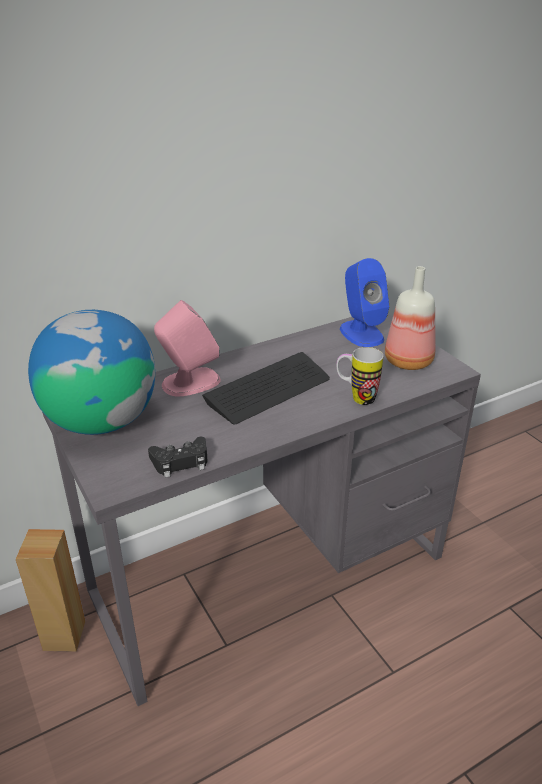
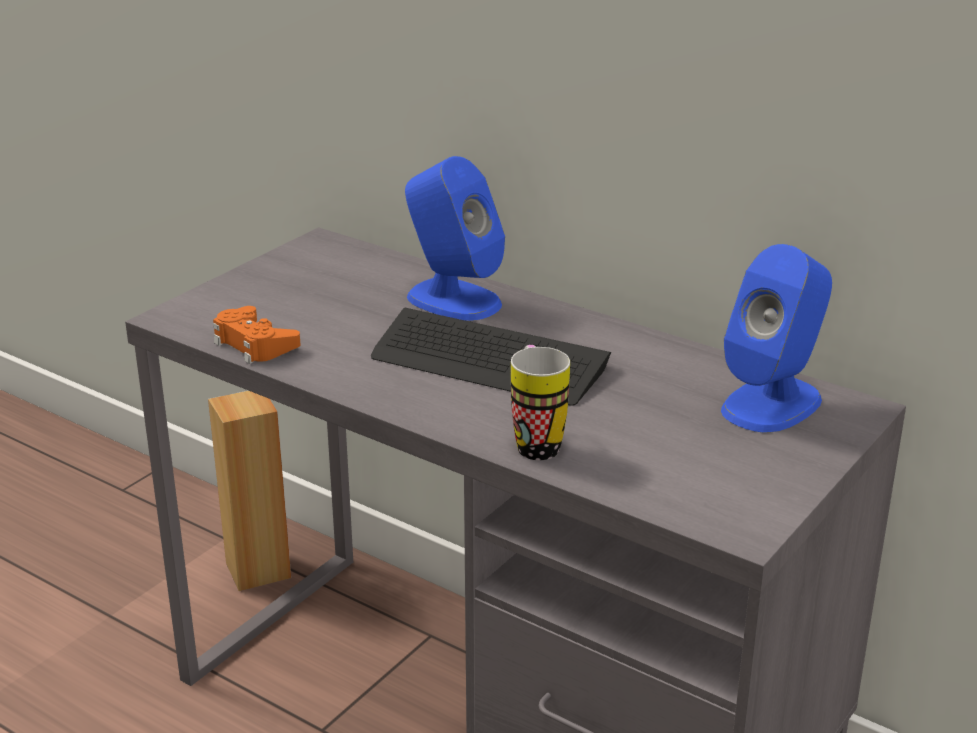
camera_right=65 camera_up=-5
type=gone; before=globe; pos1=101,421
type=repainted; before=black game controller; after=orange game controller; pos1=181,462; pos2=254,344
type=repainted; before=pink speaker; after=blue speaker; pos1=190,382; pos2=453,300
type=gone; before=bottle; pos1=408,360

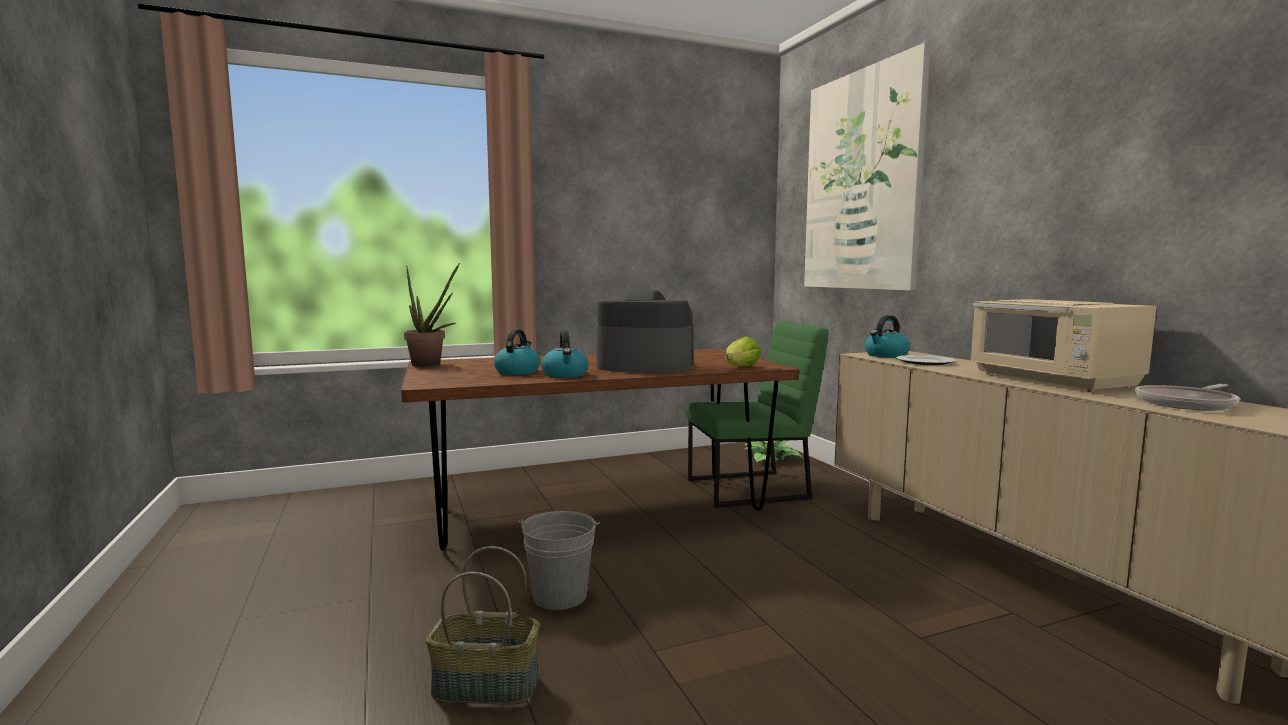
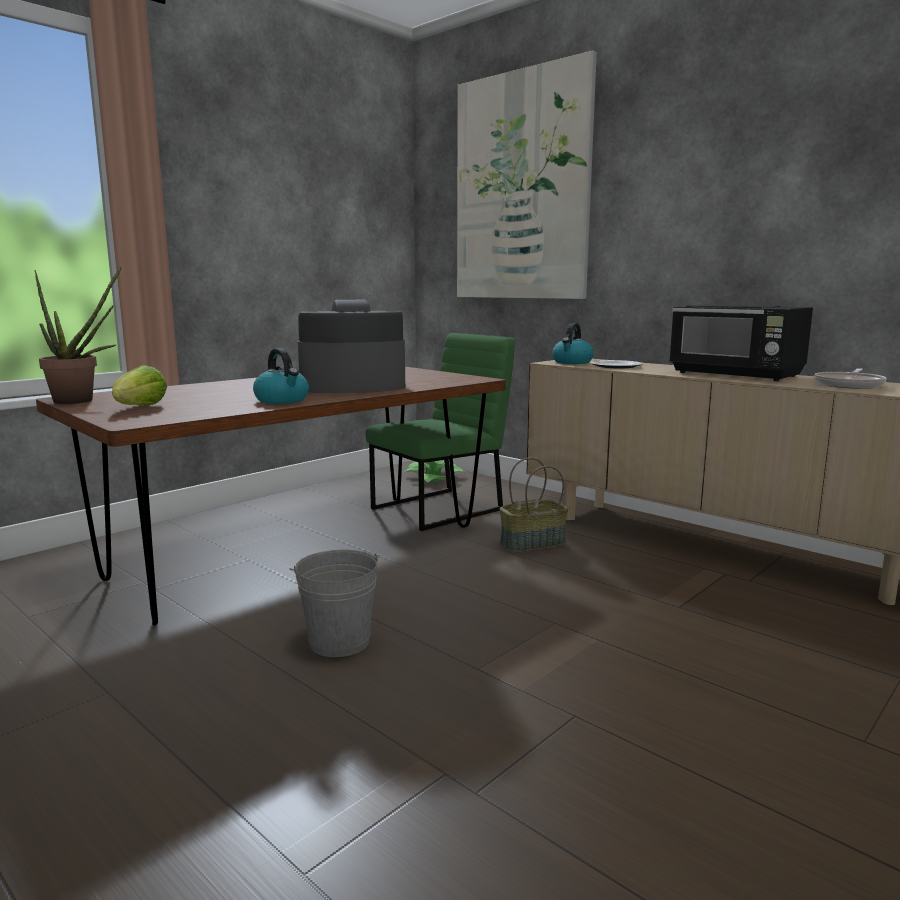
camera_right=-25 camera_up=5
type=shifted; before=basket; pos1=484,687; pos2=532,544
type=gone; before=kettle; pos1=517,372
type=shifted; before=lettuce; pos1=741,368; pos2=139,408
type=repainted; before=beige microwave; after=black microwave; pos1=1053,381; pos2=736,375

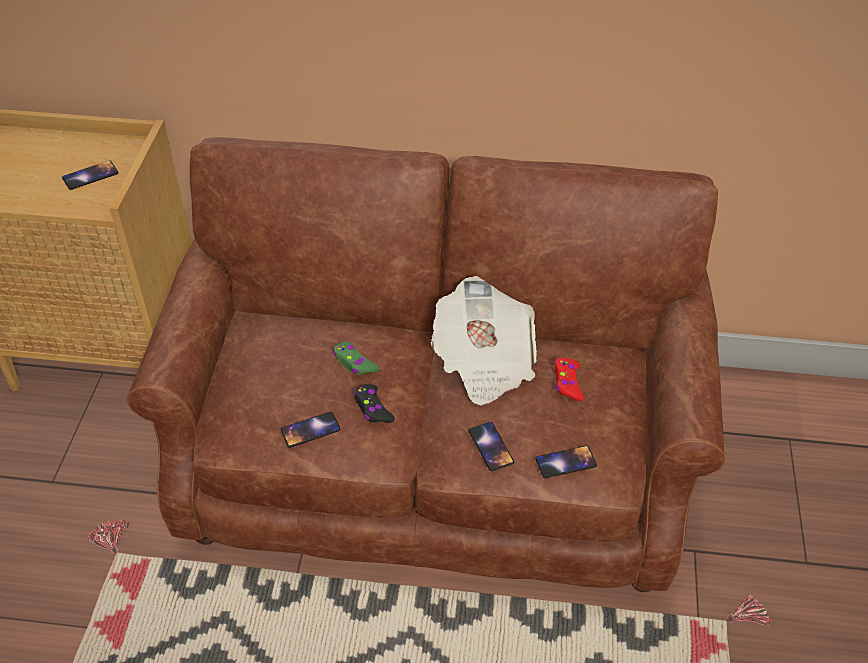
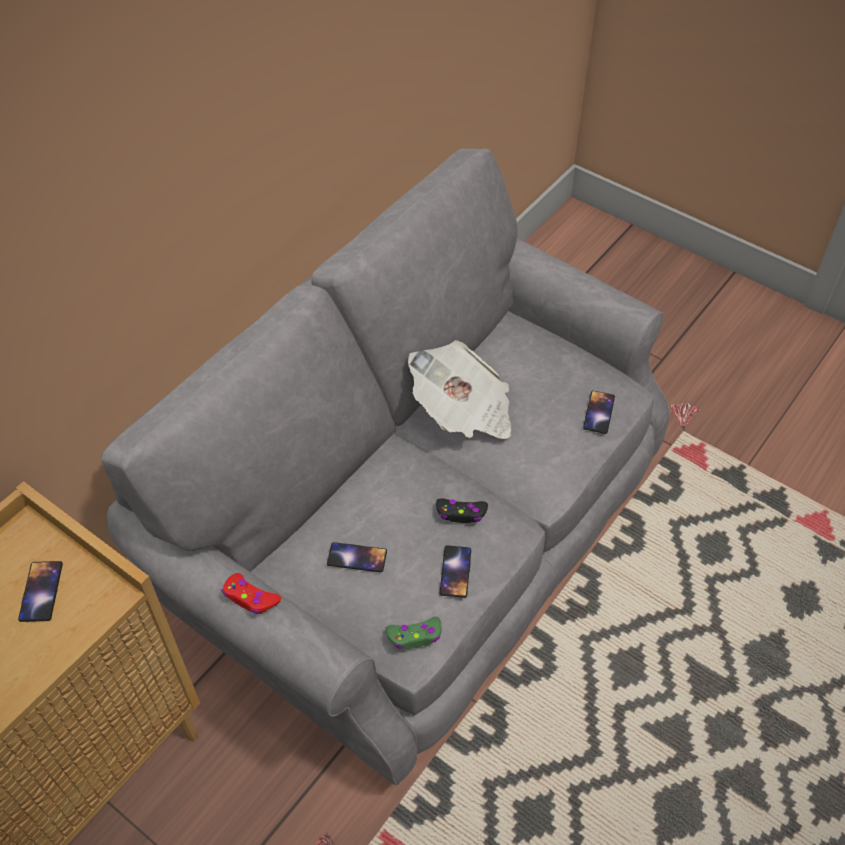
camera_right=-60 camera_up=5
type=repainted; before=brown sofa; after=grey sofa; pos1=434,457; pos2=420,536
type=shifted; before=green game controller; pos1=354,363; pos2=415,636
type=shifted; before=phone; pos1=491,446; pos2=357,557
type=shifted; before=red game controller; pos1=567,383; pos2=250,598

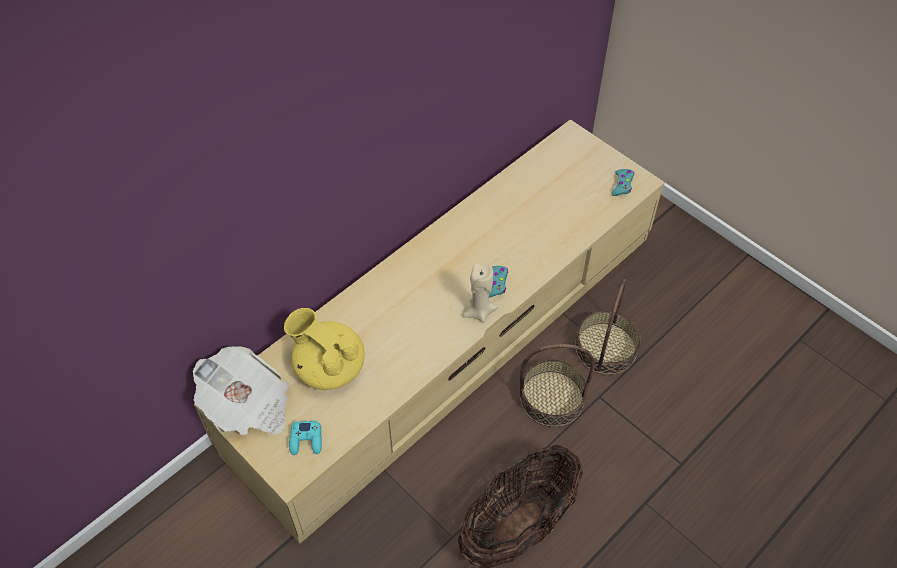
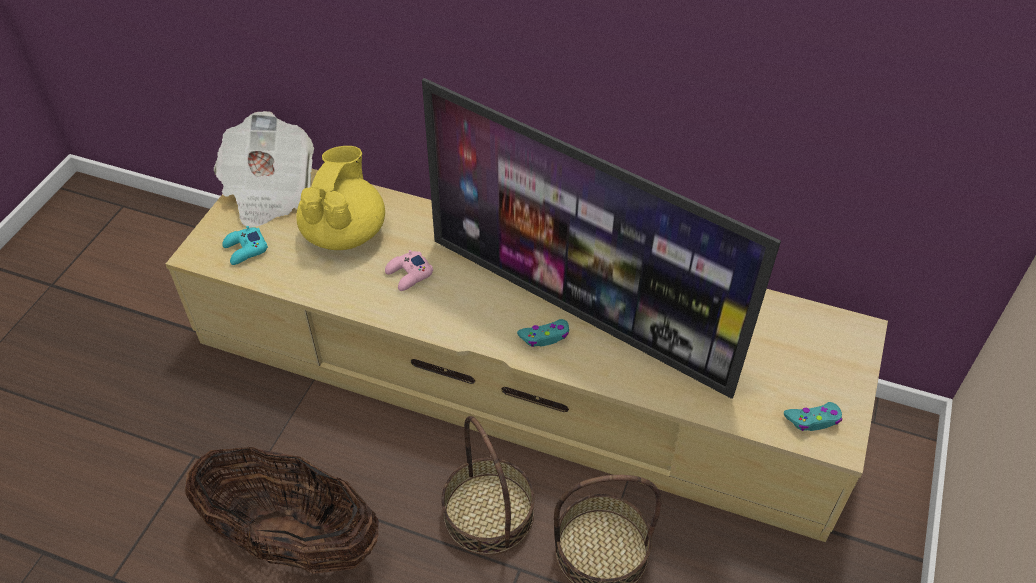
camera_right=65 camera_up=-5
type=gone; before=beige candle; pos1=479,312
type=new; after=pink game controller; pos2=409,274
type=new; after=television; pos2=579,311

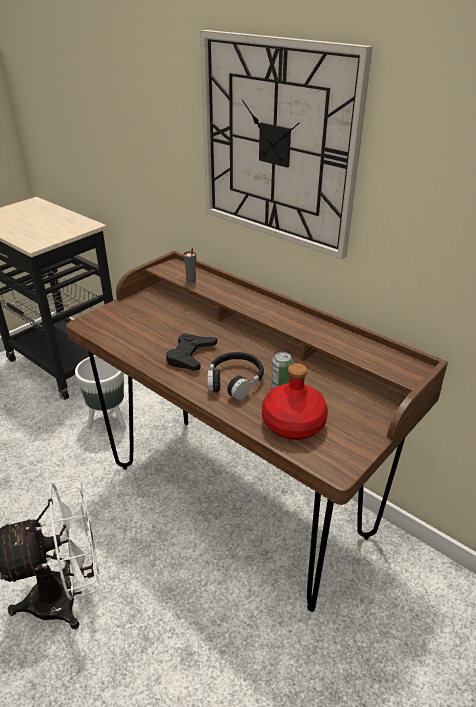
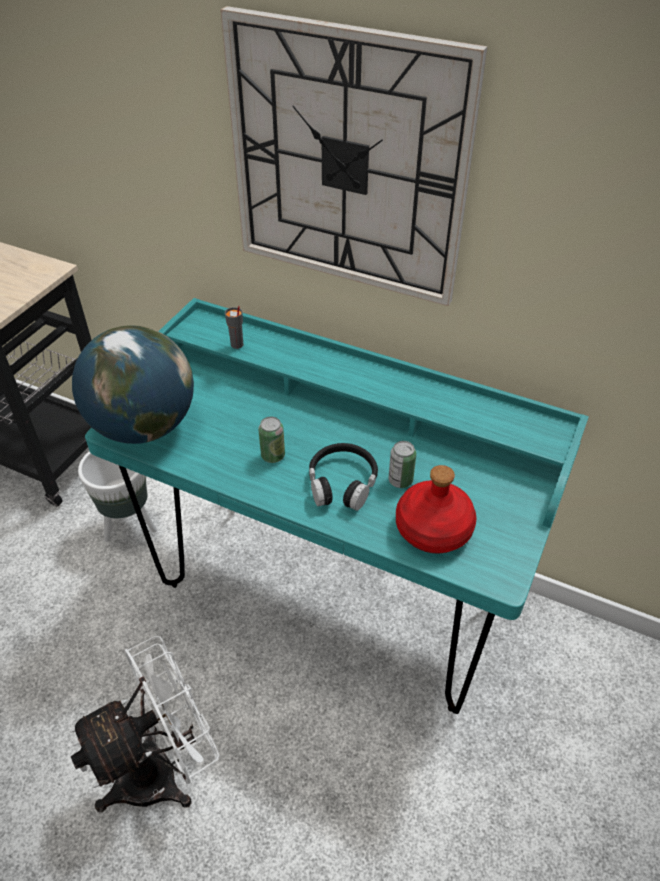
camera_right=-15 camera_up=10
type=repainted; before=brown desk; after=turquoise desk; pos1=239,499; pos2=330,595
type=swapped; before=black game controller; after=can; pos1=190,356; pos2=273,456
type=new; after=globe; pos2=144,427

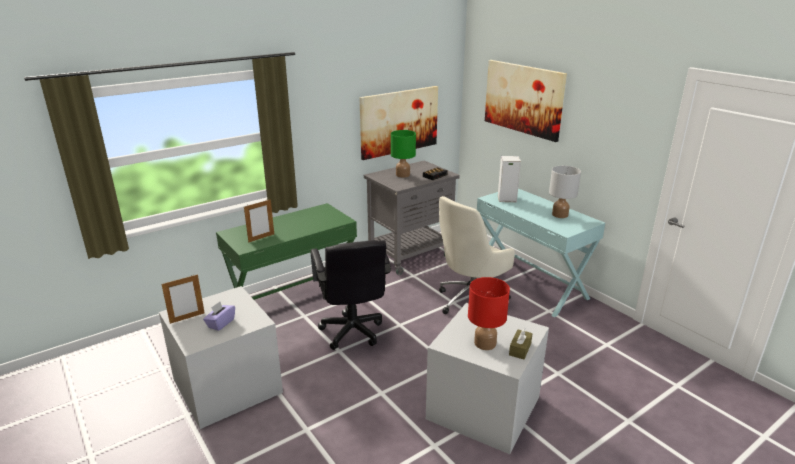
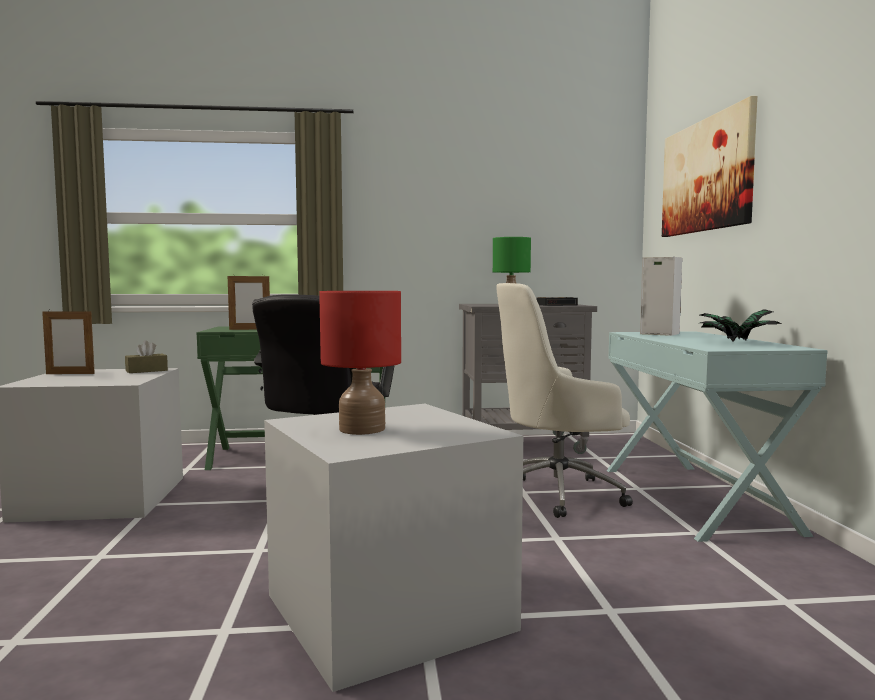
camera_right=30 camera_up=-20
type=gone; before=purple tissue box; pos1=220,323
type=gone; before=picture; pos1=399,121
type=shifted; before=brown tissue box; pos1=520,349; pos2=146,371
type=swapped; before=grey table lamp; after=potted plant; pos1=560,215; pos2=736,342

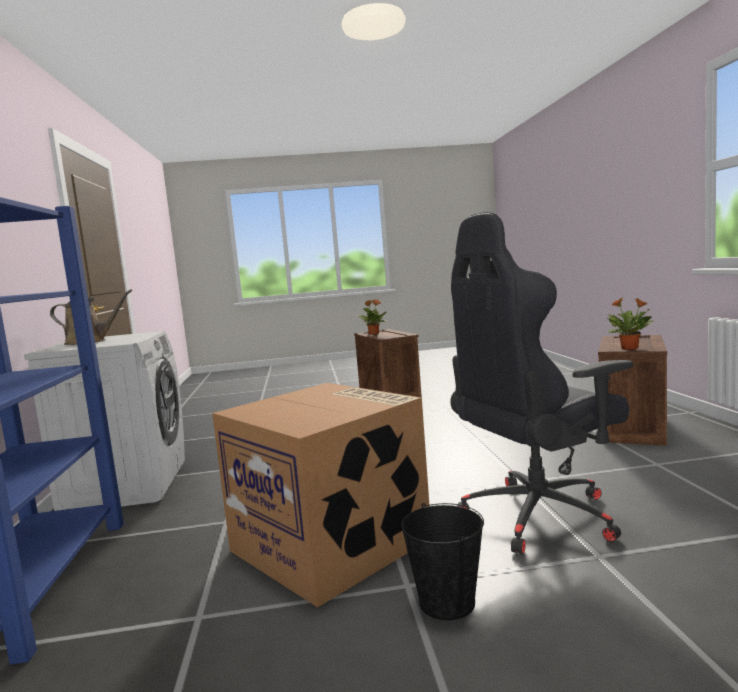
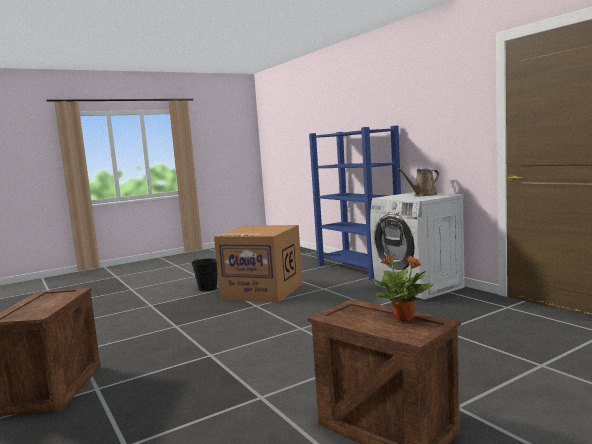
camera_right=155 camera_up=0
type=gone; before=black office chair; pos1=539,515
type=gone; before=potted plant; pos1=630,349

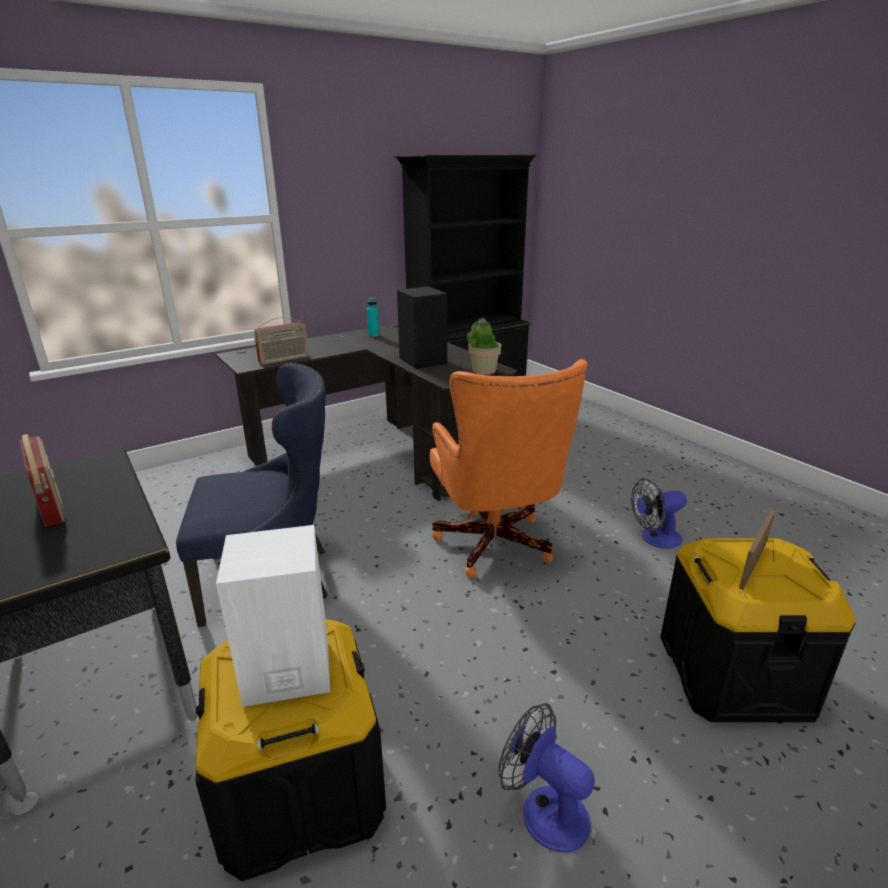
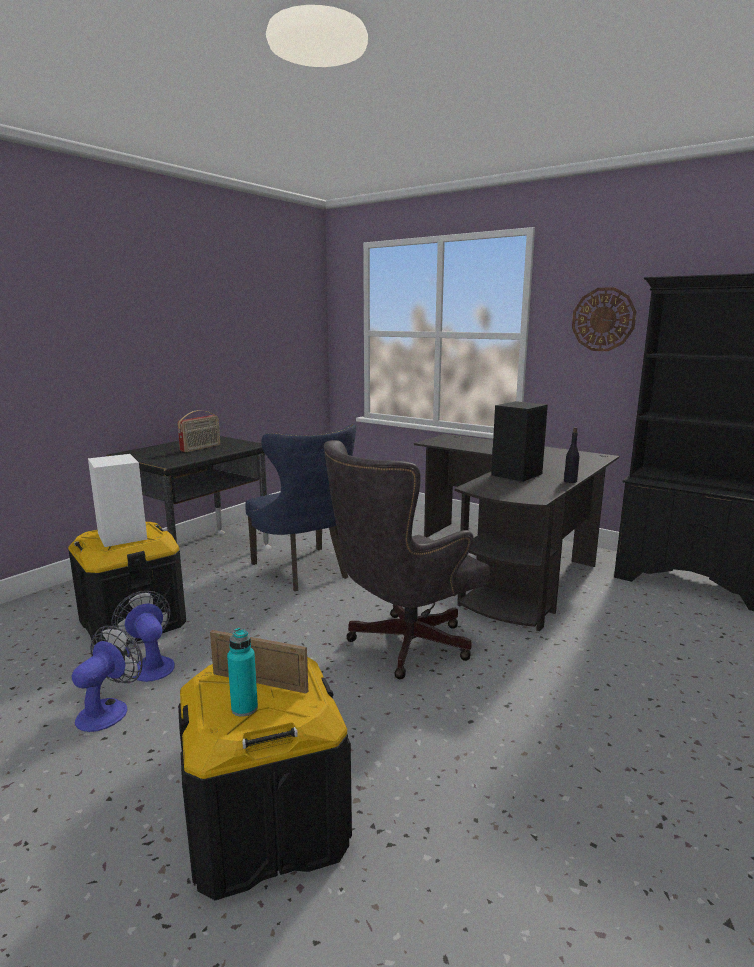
camera_right=70 camera_up=-10
type=gone; before=radio; pos1=284,360
type=shifted; before=turquoise bottle; pos1=373,335; pos2=244,708
type=repainted; before=orange office chair; after=grey office chair; pos1=496,547; pos2=403,646
type=gone; before=potted plant; pos1=483,371
type=shifted; before=fan; pos1=654,539; pos2=150,665
type=new; after=black bottle; pos2=570,481
type=new; after=wall clock; pos2=603,319

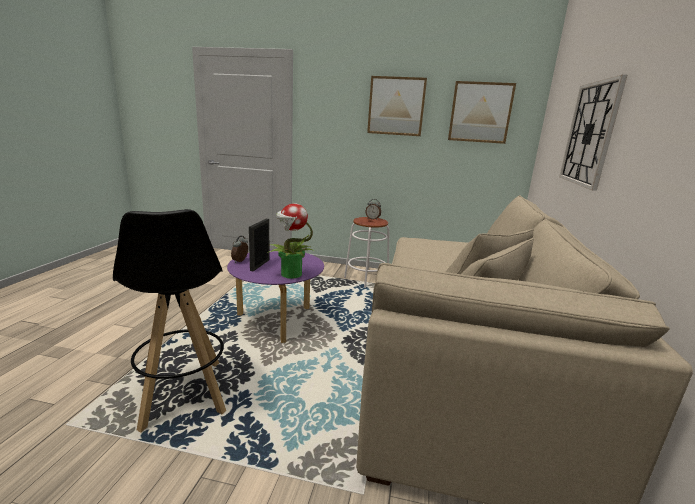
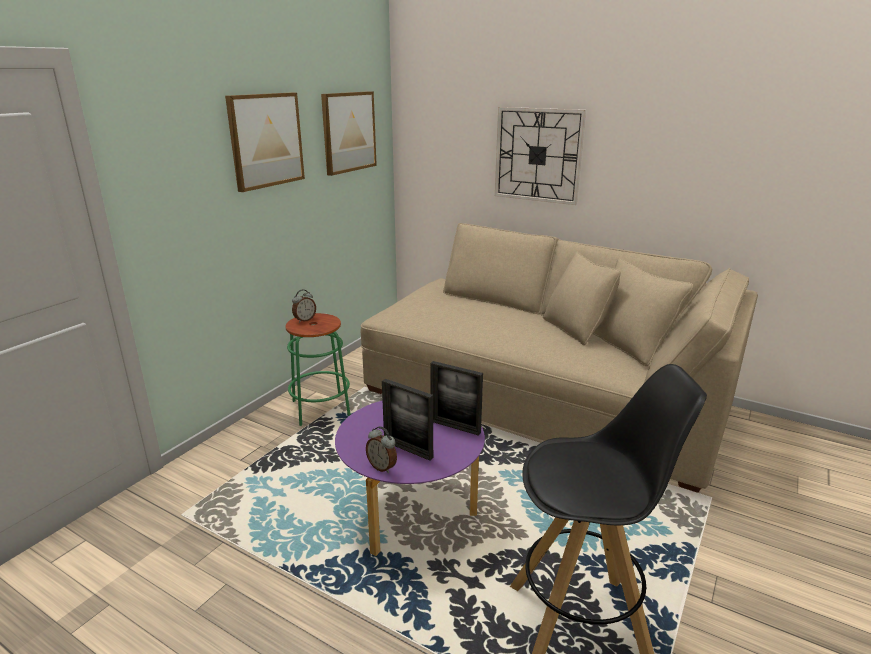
camera_right=-70 camera_up=5
type=swapped; before=potted plant; after=picture frame; pos1=290,274; pos2=455,427
type=repainted; before=white stool; after=green stool; pos1=366,279; pos2=321,408

